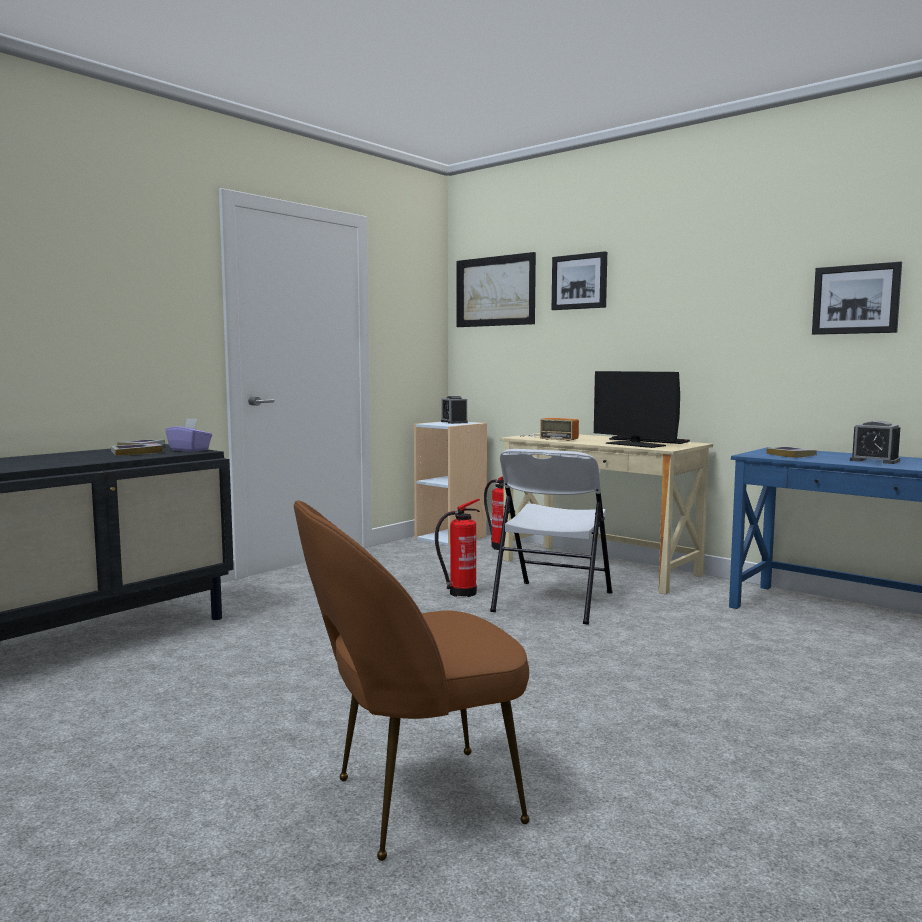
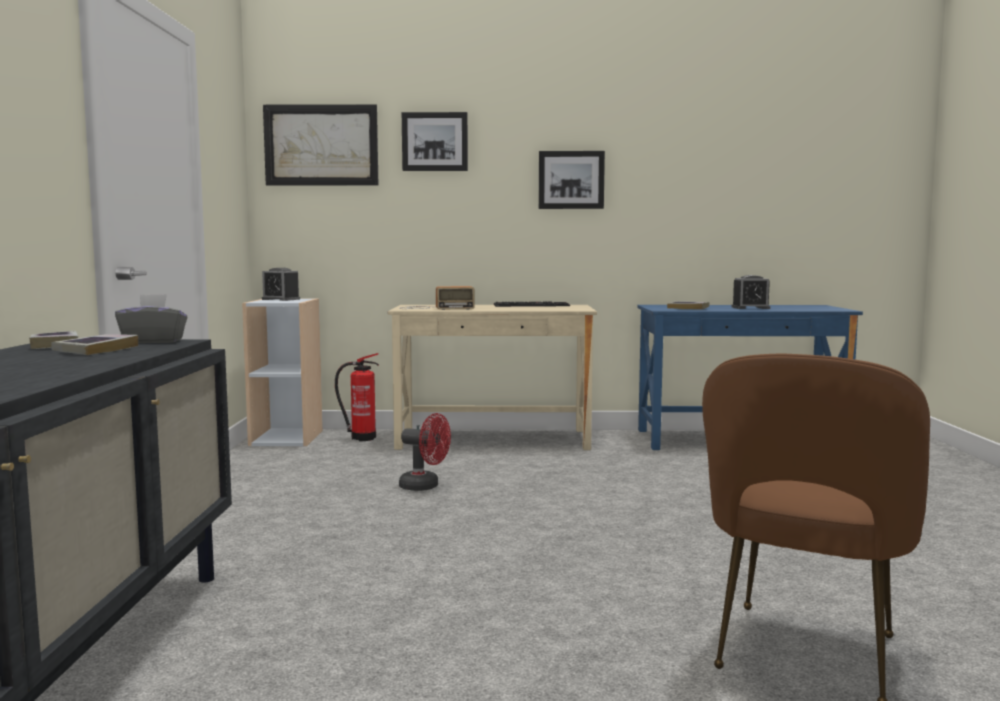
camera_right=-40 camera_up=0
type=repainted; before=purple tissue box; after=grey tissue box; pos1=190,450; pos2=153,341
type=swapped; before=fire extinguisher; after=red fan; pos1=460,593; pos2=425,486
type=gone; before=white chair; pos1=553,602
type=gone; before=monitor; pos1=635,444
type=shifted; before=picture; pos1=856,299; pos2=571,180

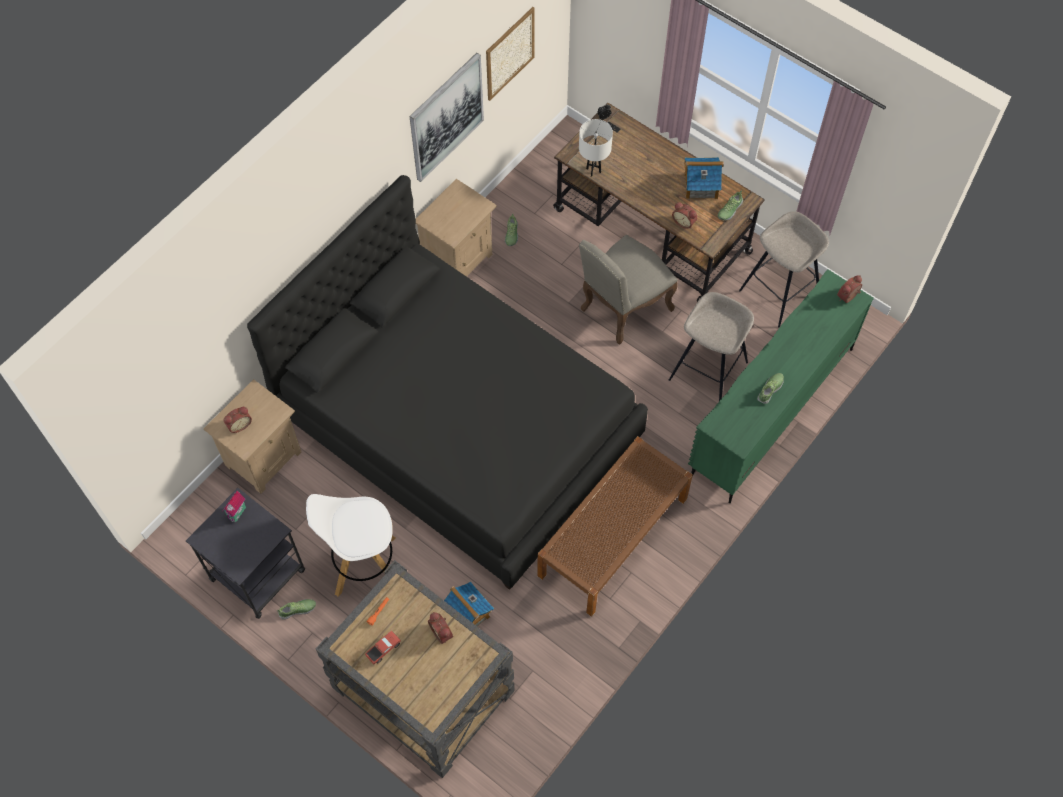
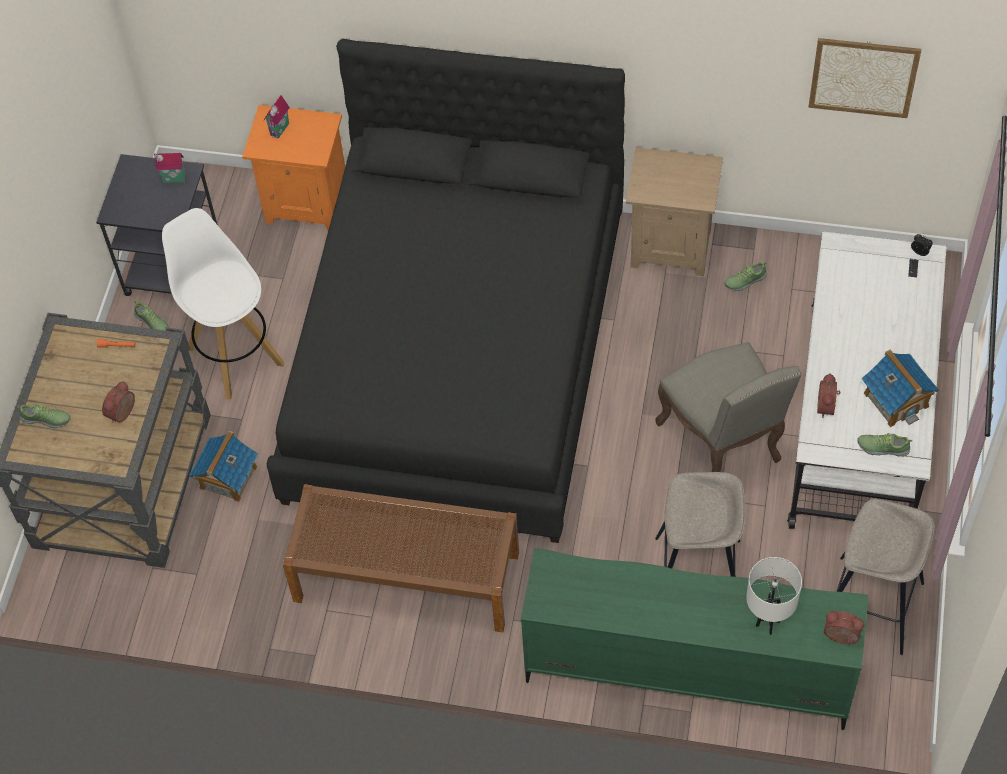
camera_right=65 camera_up=-5
type=repainted; before=beige nightstand; after=orange nightstand; pos1=265,459; pos2=307,205
type=swapped; before=alarm clock; after=toy house; pos1=239,424; pos2=281,130
type=gone; before=toy truck; pos1=383,649
type=gone; before=picture; pos1=446,117
type=repainted; before=brown desk; after=white desk; pos1=651,230; pos2=859,420
type=shifted; before=white table lamp; pos1=593,170; pos2=768,623
type=rotated; before=grey chair; pos1=622,308; pos2=723,442; turn=-135
type=shifted; before=shoe; pos1=770,390; pos2=46,419

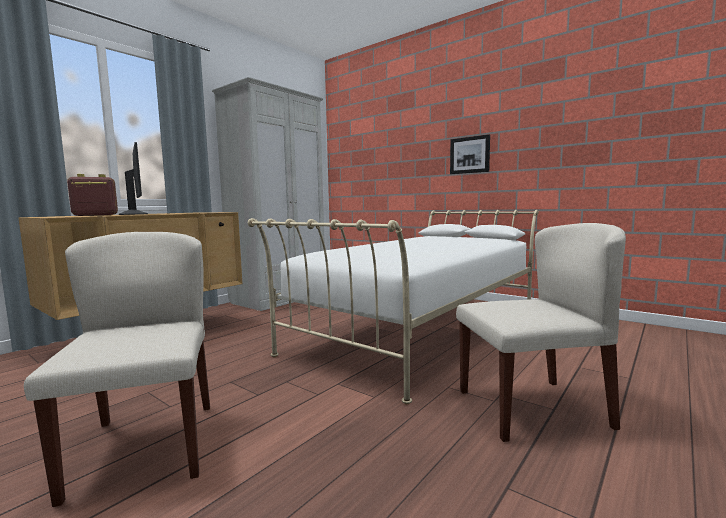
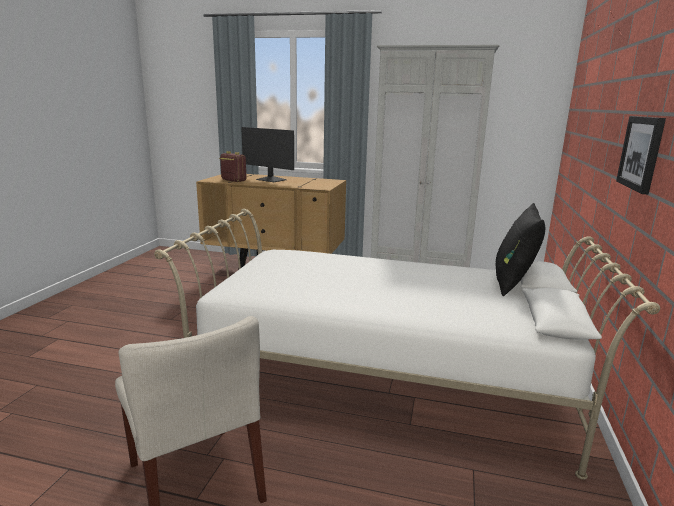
camera_right=65 camera_up=10
type=gone; before=beige chair; pos1=145,446
type=rotated; before=monitor; pos1=134,214; pos2=270,180; turn=90
type=new; after=black pillow; pos2=513,283

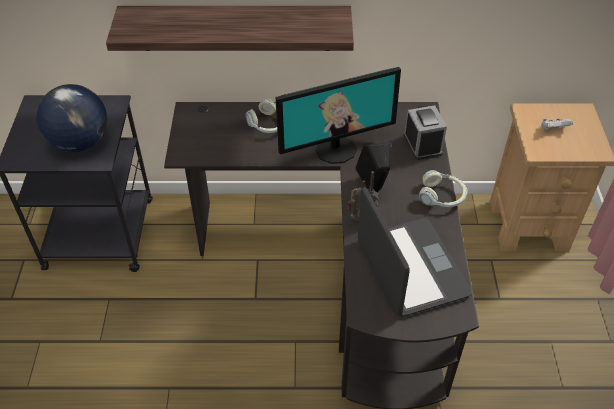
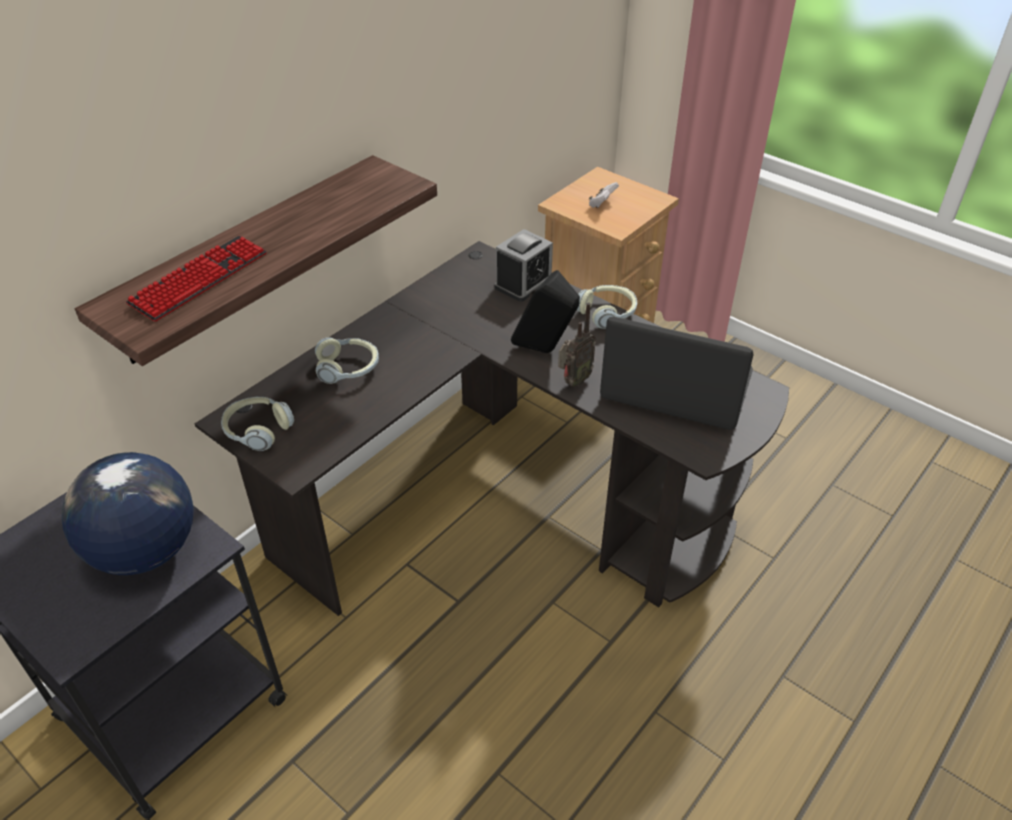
camera_right=-50 camera_up=-5
type=gone; before=monitor; pos1=336,149
type=rotated; before=alarm clock; pos1=422,144; pos2=523,283; turn=105
type=new; after=keyboard; pos2=200,279
type=new; after=headphones; pos2=257,430

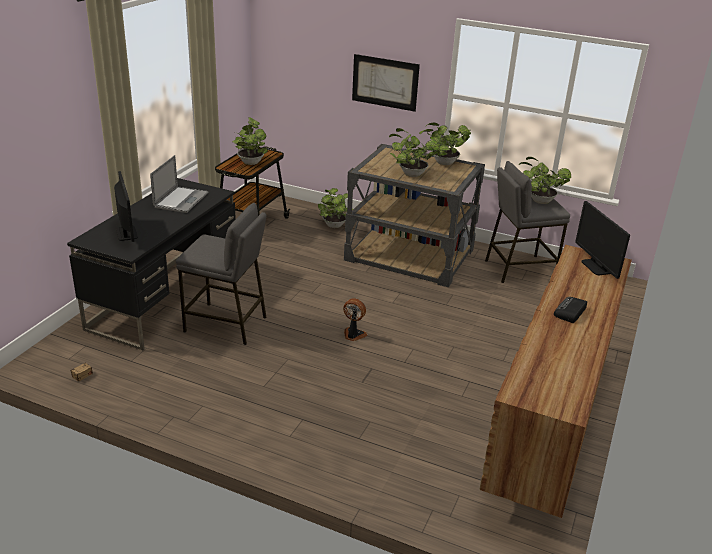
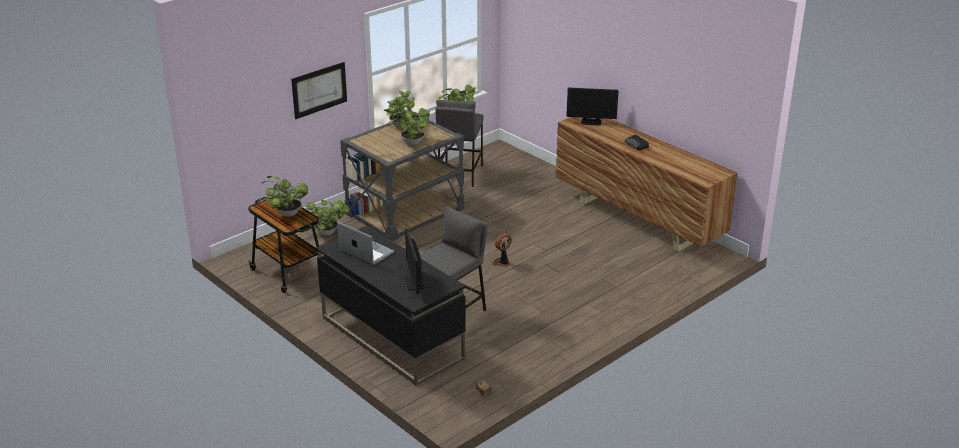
camera_right=-65 camera_up=0
type=rotated; before=monitor; pos1=126,233; pos2=414,283; turn=-105

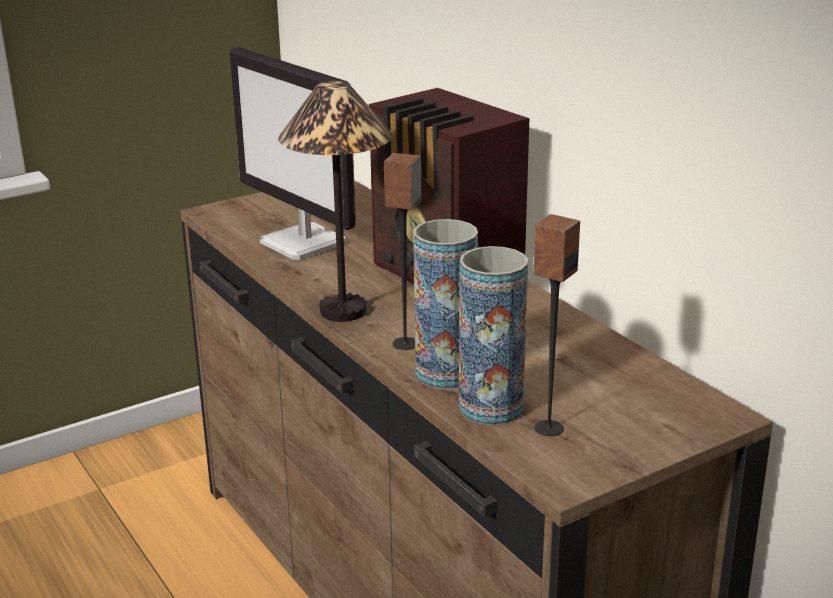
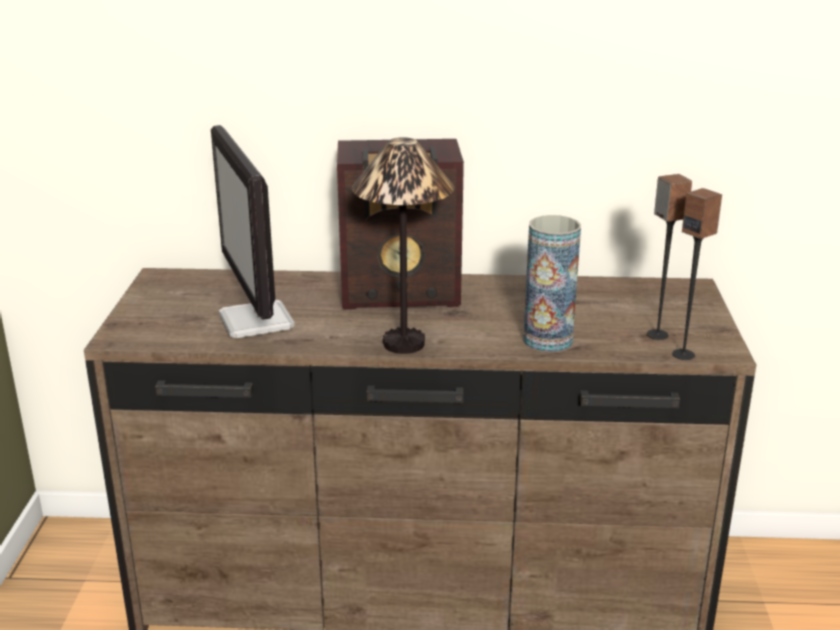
camera_right=-55 camera_up=0
type=rotated; before=monitor; pos1=304,243; pos2=257,321; turn=75
type=shifted; before=speaker; pos1=405,344; pos2=683,354
type=gone; before=vase; pos1=491,407

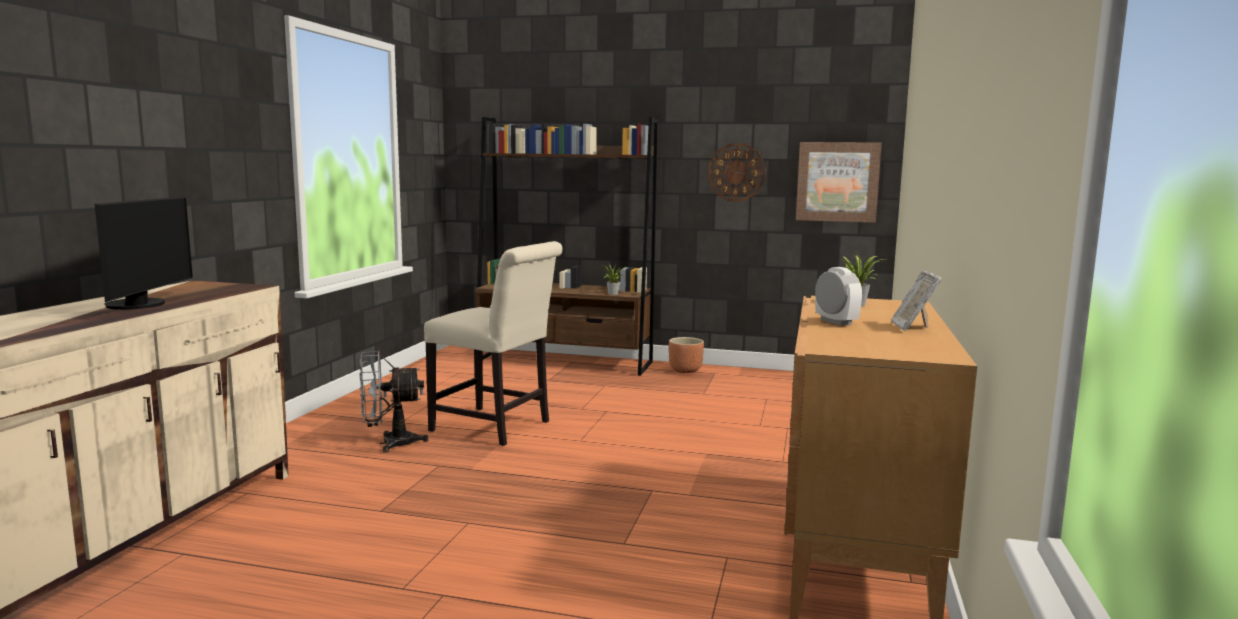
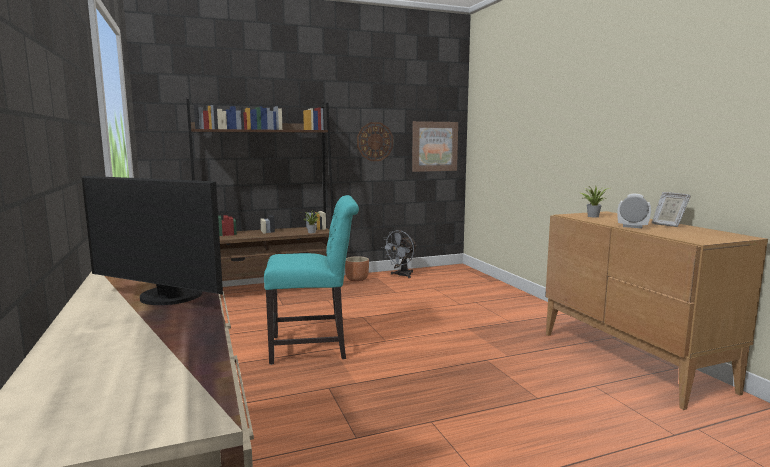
camera_right=-35 camera_up=0
type=rotated; before=monitor; pos1=142,305; pos2=166,298; turn=150
type=shifted; before=grey fan; pos1=389,443; pos2=401,275
type=repainted; before=beige chair; after=turquoise chair; pos1=496,428; pos2=314,348

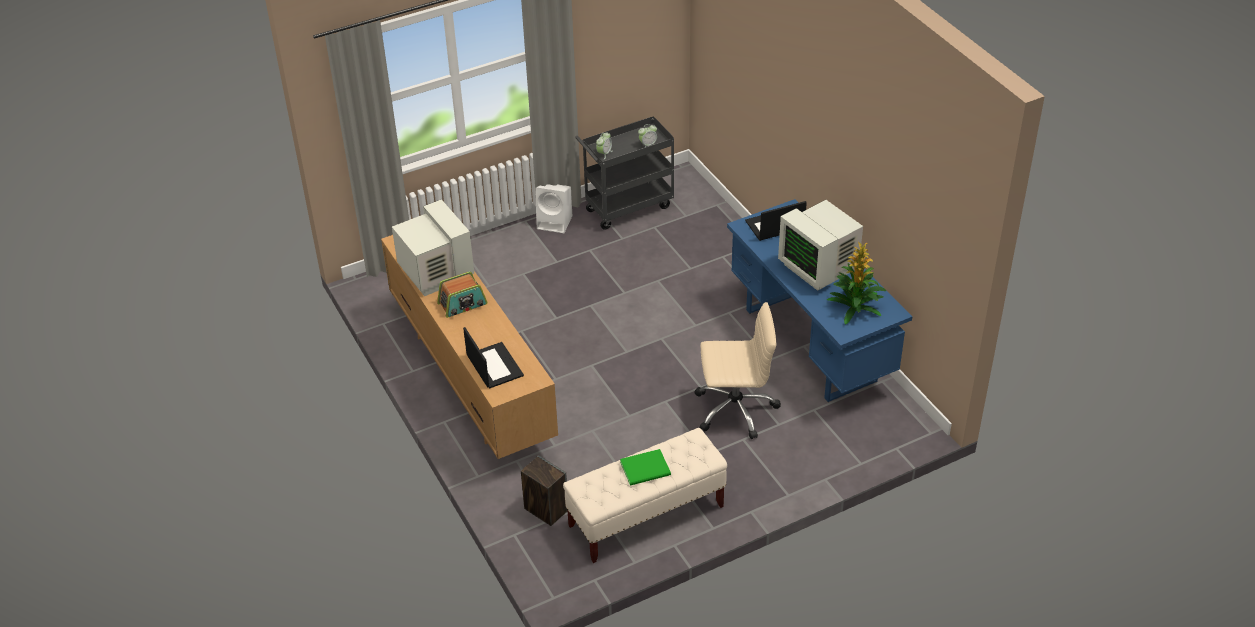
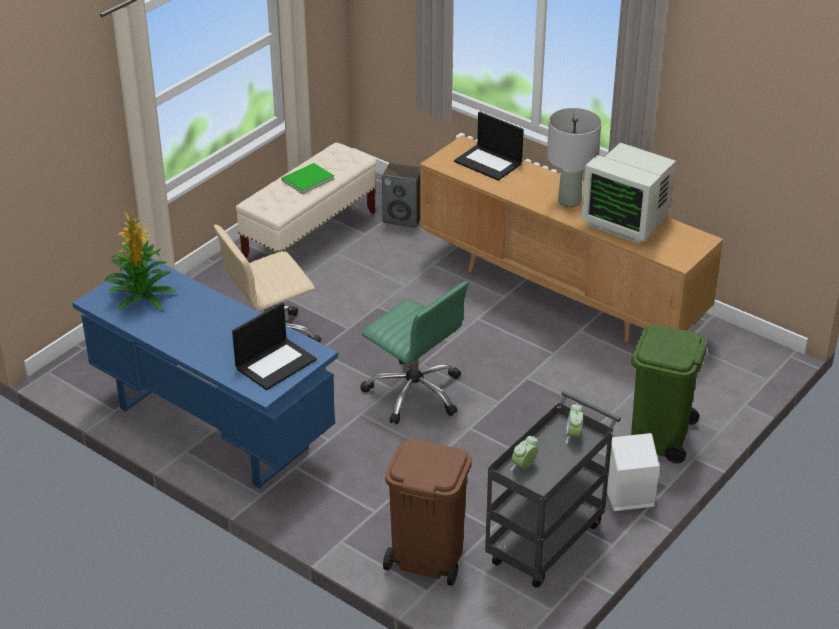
camera_right=155 camera_up=-5
type=swapped; before=radio; after=grey table lamp; pos1=462,304; pos2=569,202
type=gone; before=monitor; pos1=819,267
type=new; after=green office chair; pos2=415,392
type=new; after=brown trash can; pos2=426,557
type=new; after=green trash can; pos2=659,437

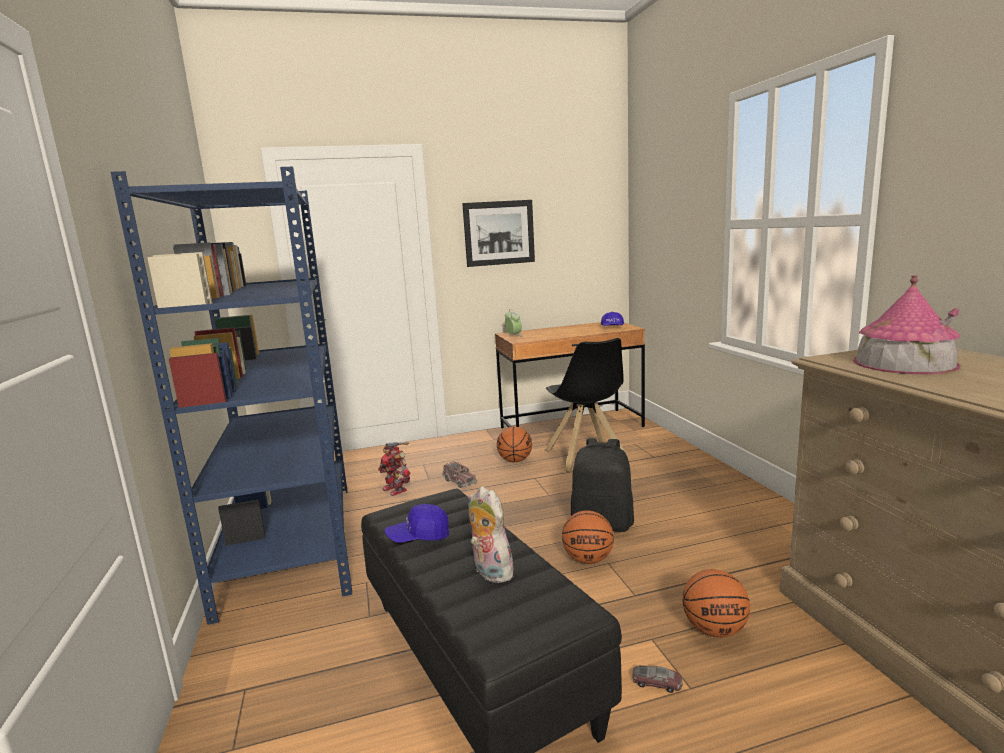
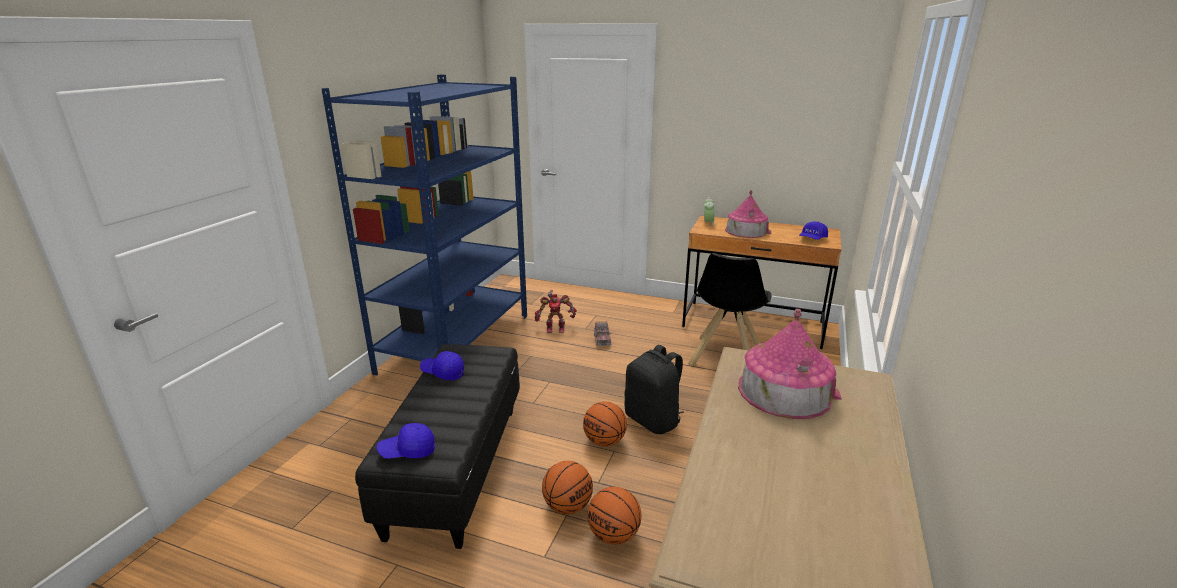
camera_right=35 camera_up=10
type=rotated; before=toy robot; pos1=396,489; pos2=555,328; turn=-90
type=gone; before=picture; pos1=499,233
type=gone; before=plush toy; pos1=489,572
type=shifted; before=basketball; pos1=515,461; pos2=567,506
type=gone; before=toy car; pos1=657,682
type=new; after=blue cap; pos2=408,451
type=new; after=toy house; pos2=746,231

